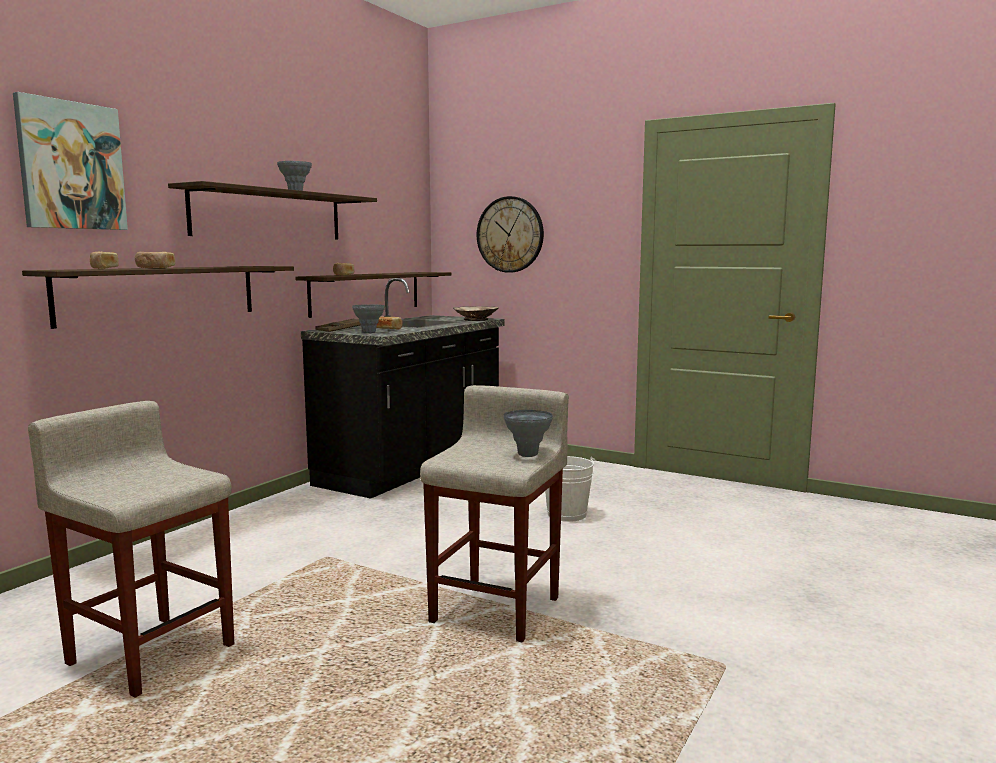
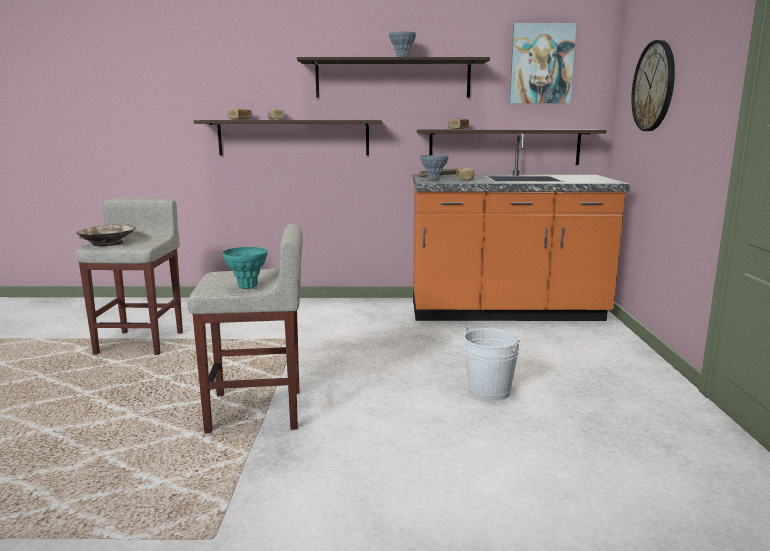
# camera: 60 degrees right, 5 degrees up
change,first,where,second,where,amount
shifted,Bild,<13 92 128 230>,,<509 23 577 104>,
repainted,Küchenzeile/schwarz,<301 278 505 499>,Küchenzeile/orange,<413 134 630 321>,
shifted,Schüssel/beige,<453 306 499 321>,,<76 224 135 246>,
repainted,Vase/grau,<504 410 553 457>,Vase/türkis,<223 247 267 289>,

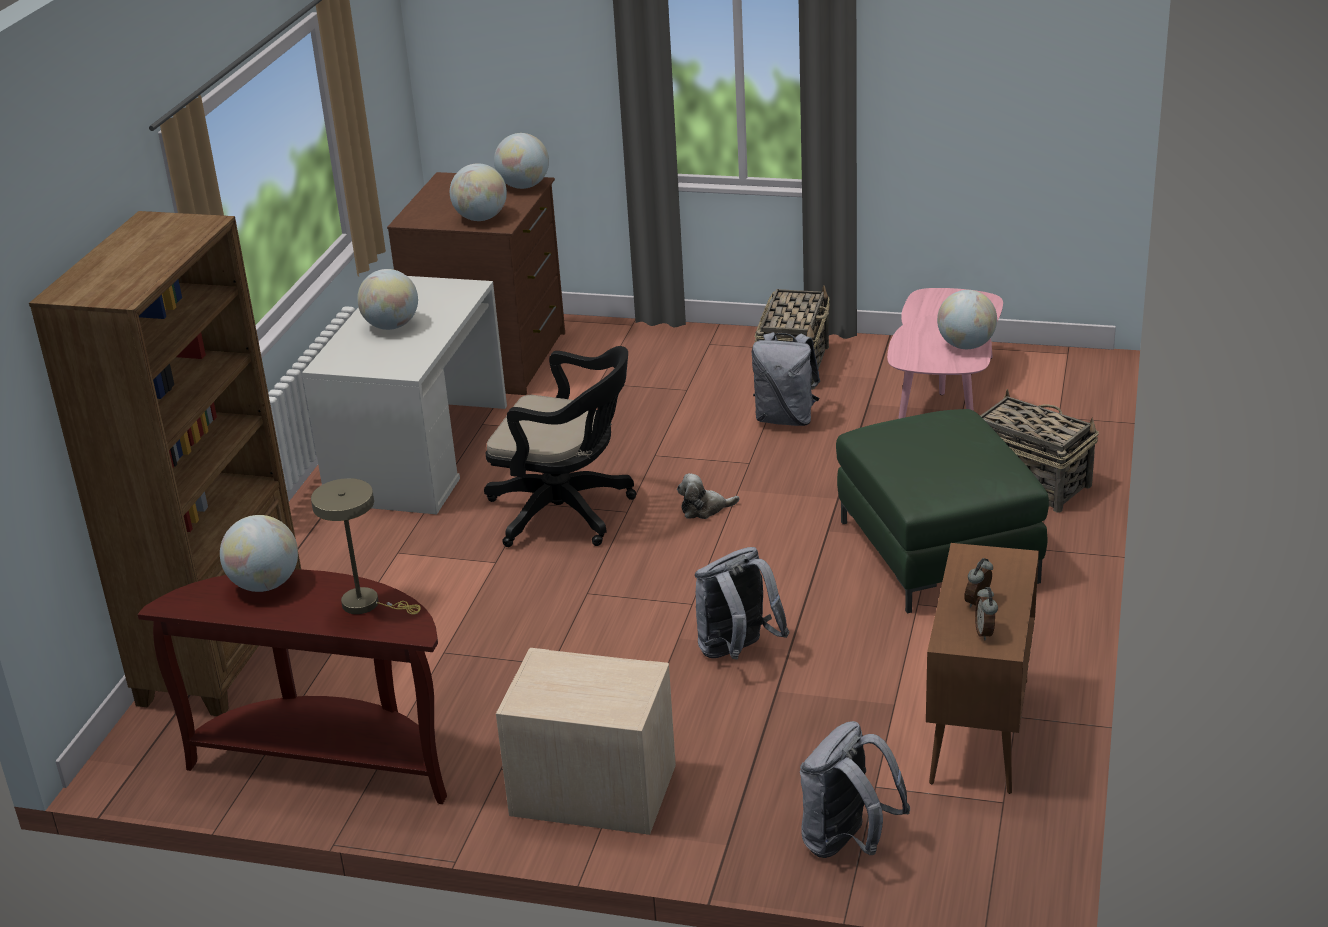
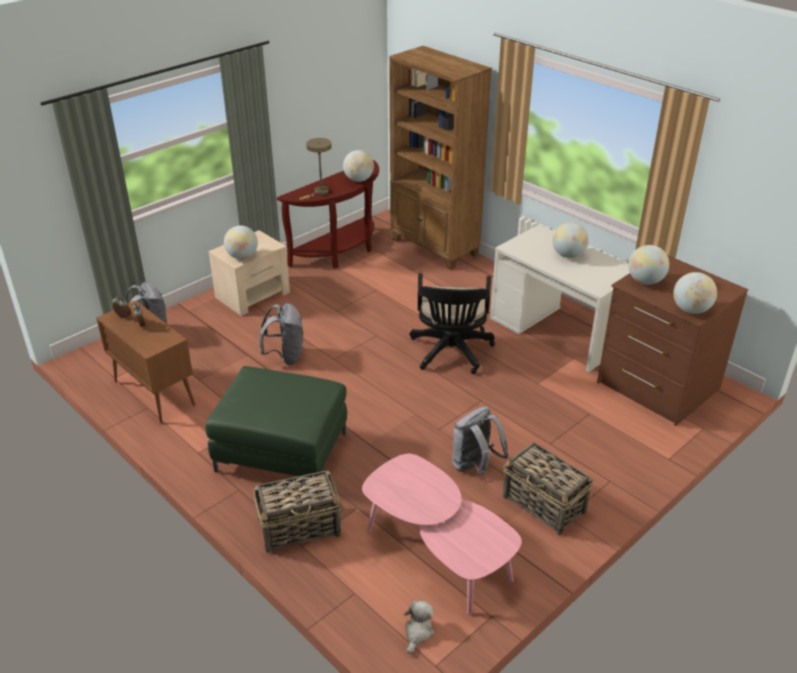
# camera: 120 degrees right, 5 degrees up
change,first,where,second,where,amount
shifted,Globus,<937 290 997 349>,,<224 226 258 259>,
rotated,Bürostuhl/schwarz,<484 346 636 547>,,<410 273 495 374>,45 degrees counterclockwise
shifted,Plüschtier,<677 473 739 519>,,<404 600 434 654>,

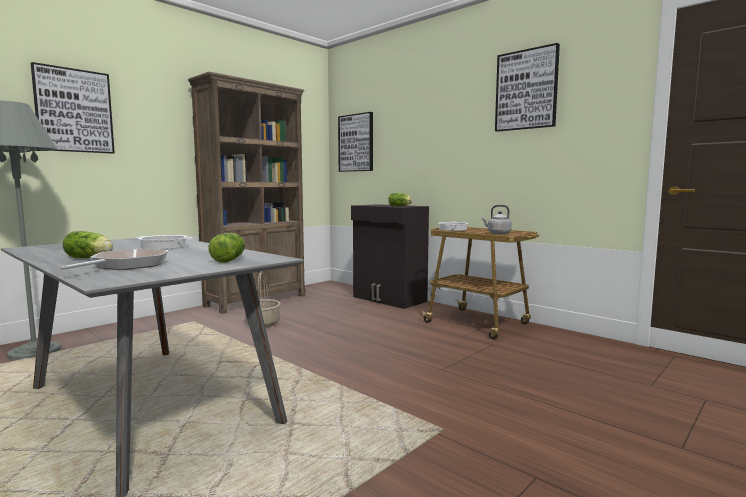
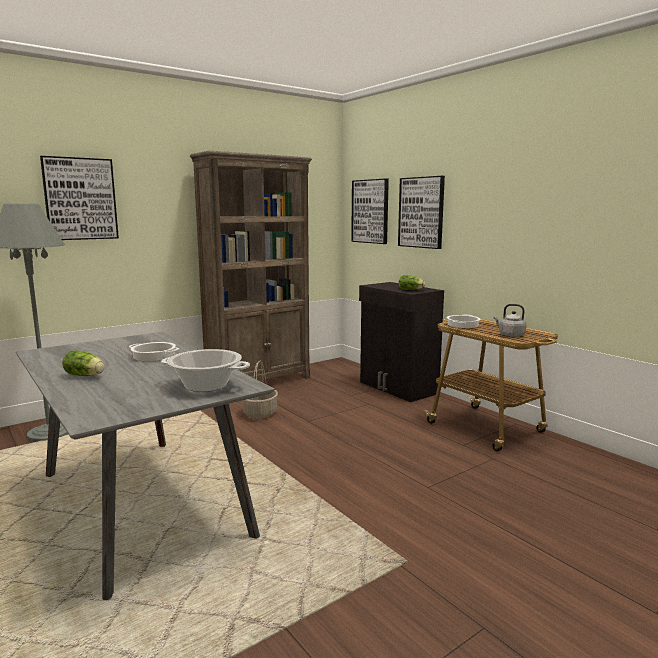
# camera: 10 degrees right, 5 degrees up
change,first,where,second,where,amount
shifted,Bild,<495 43 560 132>,,<398 176 445 249>,
swapped,Salatkopf,<208 233 245 263>,Kochtopf,<161 349 250 392>,
gone,Pfanne,<59 249 168 270>,,,

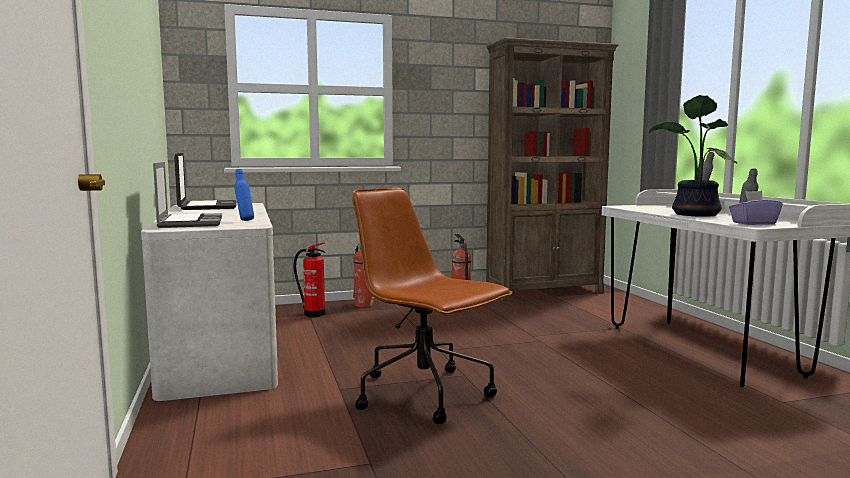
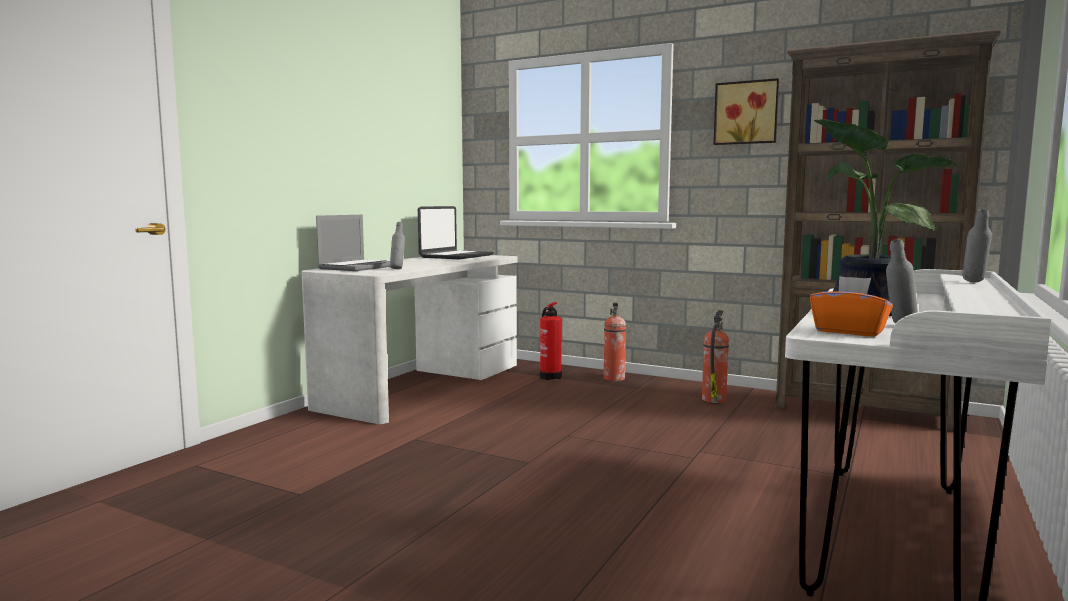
# camera: 45 degrees right, 0 degrees up
change,first,where,second,where,amount
repainted,Flasche/blau,<234 169 254 221>,Flasche/grau,<390 222 405 269>,
gone,Bürostuhl/braun,<352 188 512 424>,,,
repainted,Taschentuchbox/lila,<729 191 783 225>,Taschentuchbox/orange,<810 276 893 336>,
new,,,Bild,<713 78 779 145>,

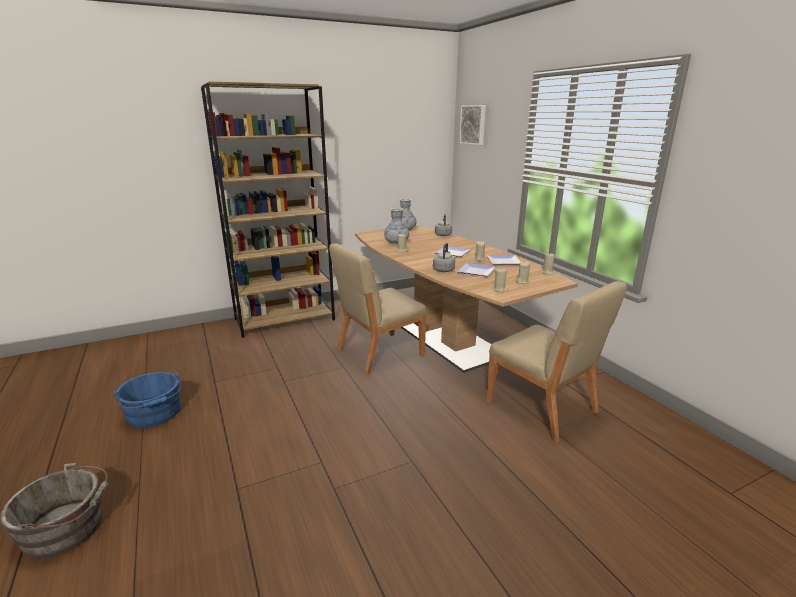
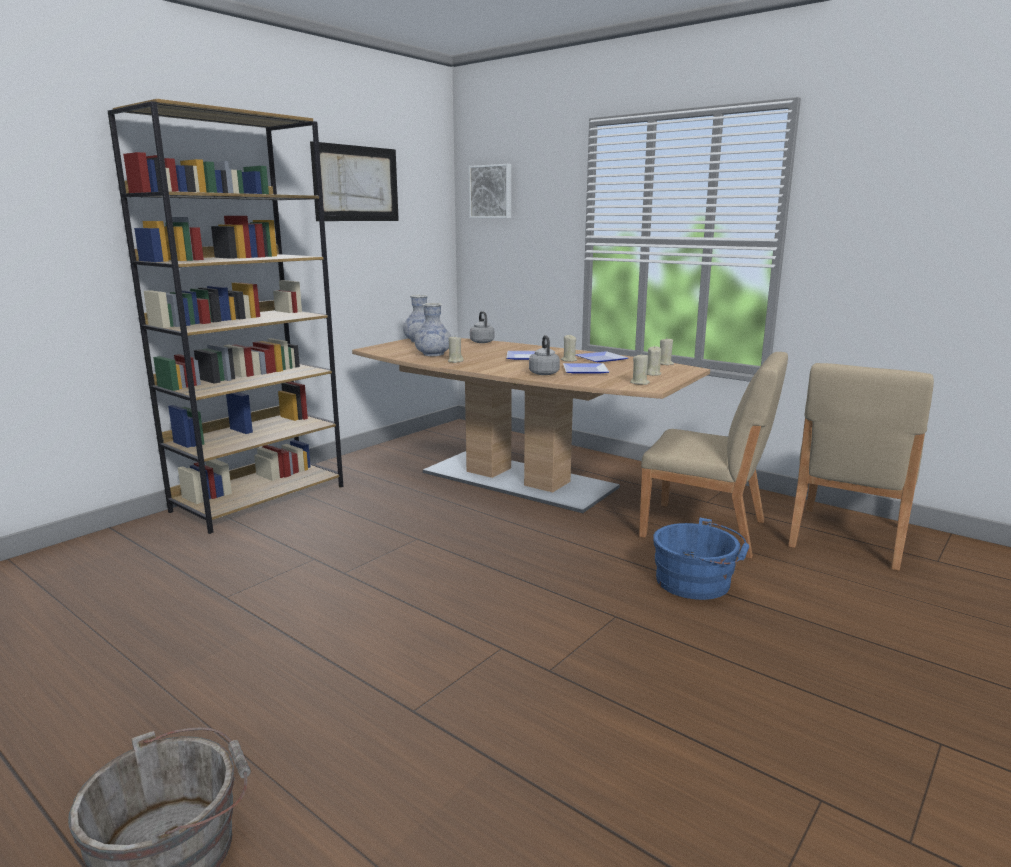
# camera: 25 degrees left, 5 degrees down
change,first,where,second,where,amount
shifted,Stuhl/beige,<329 243 427 376>,,<788 363 934 571>,
shifted,Eimer/blau,<113 372 181 428>,,<653 518 749 600>,
new,,,Bild,<310 141 399 221>,

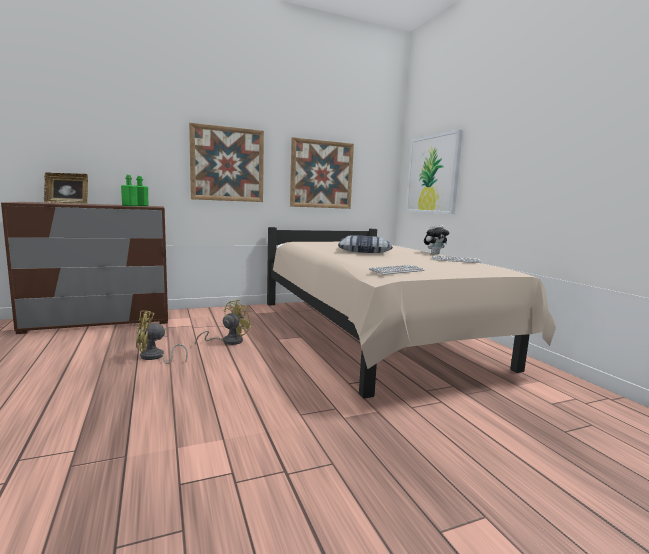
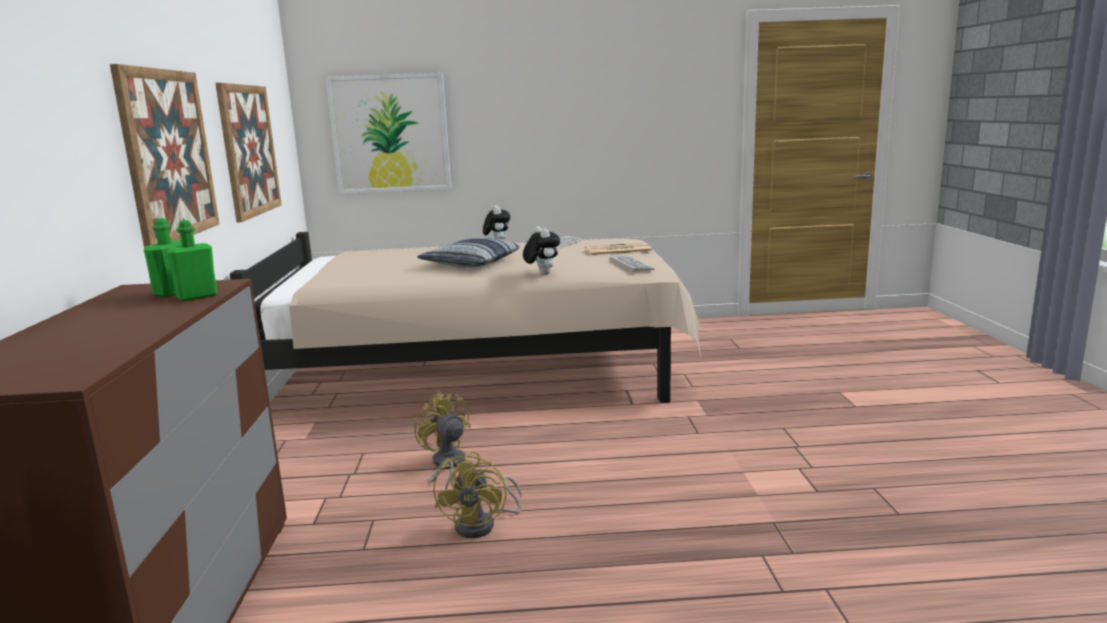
# camera: 70 degrees left, 5 degrees up
change,first,where,second,where,amount
gone,Bilderrahmen,<44 172 88 204>,,,
new,,,Plüschtier,<523 226 560 275>,
new,,,Zeitung,<585 243 653 256>,

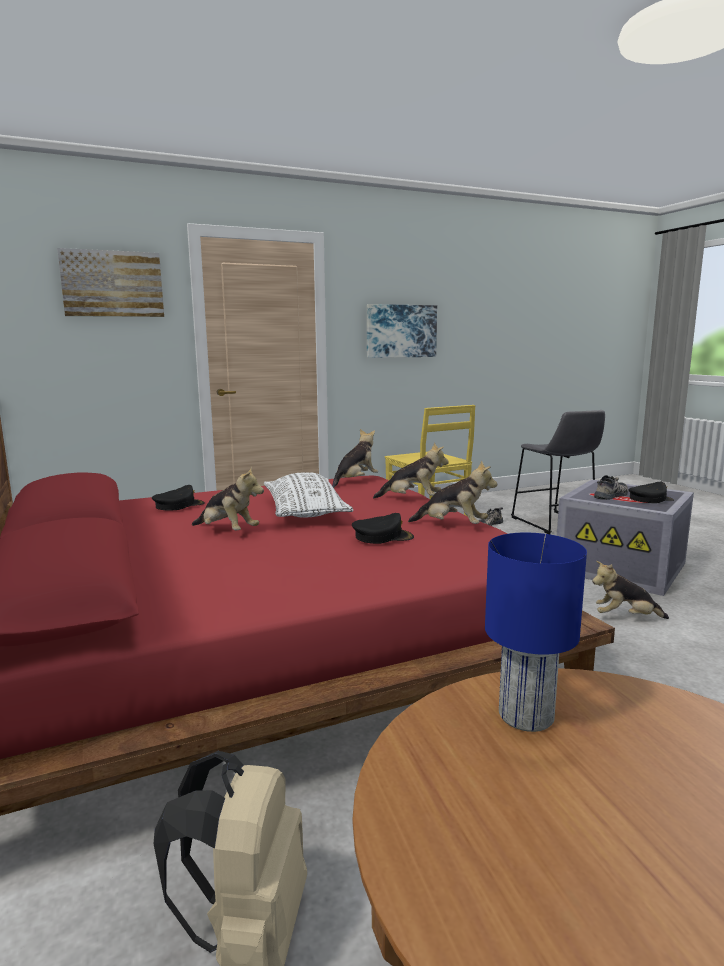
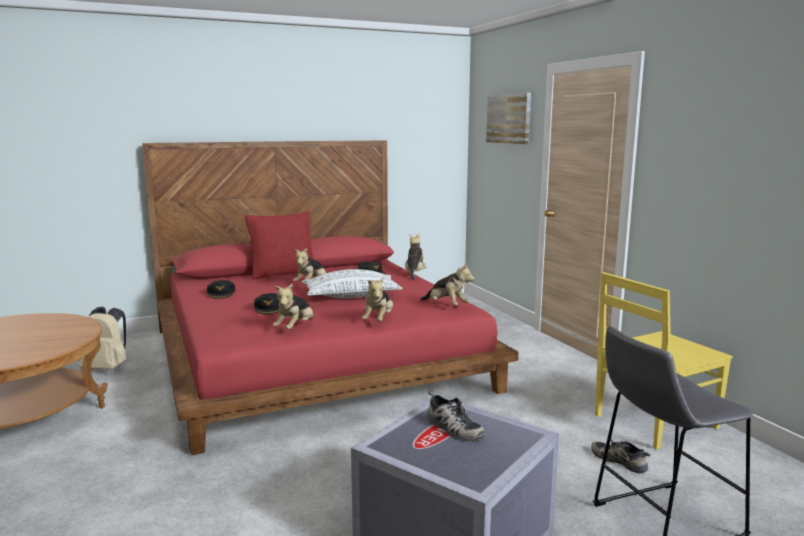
# camera: 90 degrees right, 0 degrees up
change,first,where,second,where,amount
gone,Bild,<367 304 437 358>,,,
shifted,Kappe/schwarz,<629 482 674 503>,,<207 280 235 299>,
gone,Tischlampe/blau,<485 533 587 732>,,,
shifted,Plüschtier,<592 561 669 619>,,<405 234 427 280>,
new,,,Kissen/rot,<245 211 313 280>,

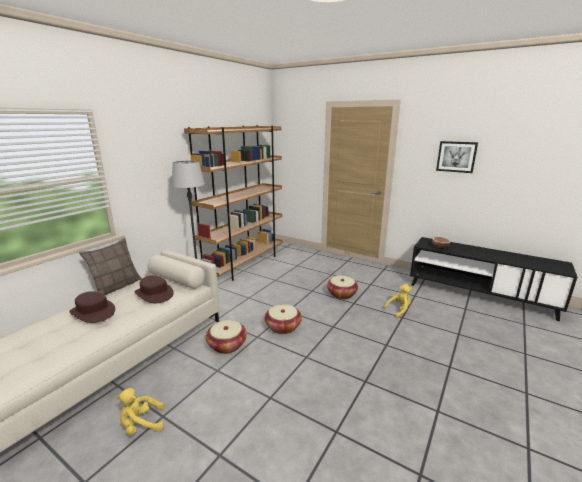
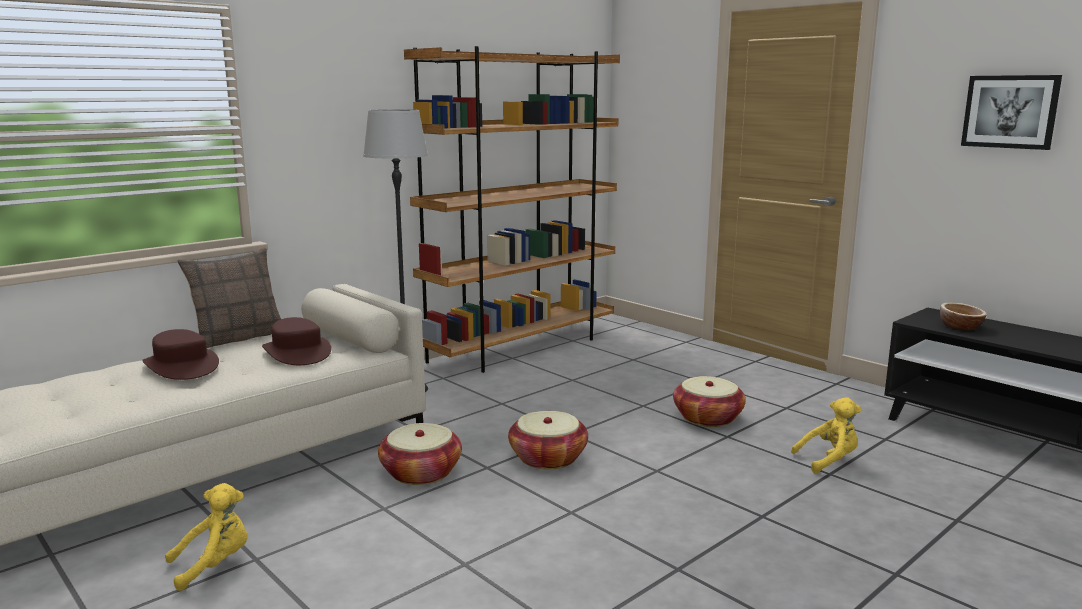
# camera: 15 degrees right, 5 degrees down
change,first,where,second,where,amount
rotated,Plüschtier/gelb,<116 388 164 435>,,<165 483 248 591>,150 degrees clockwise

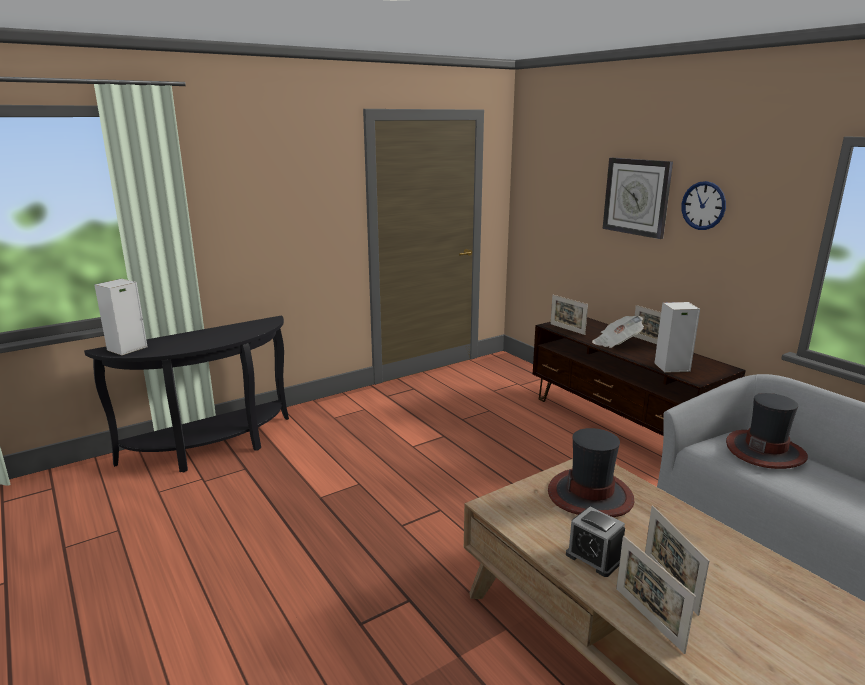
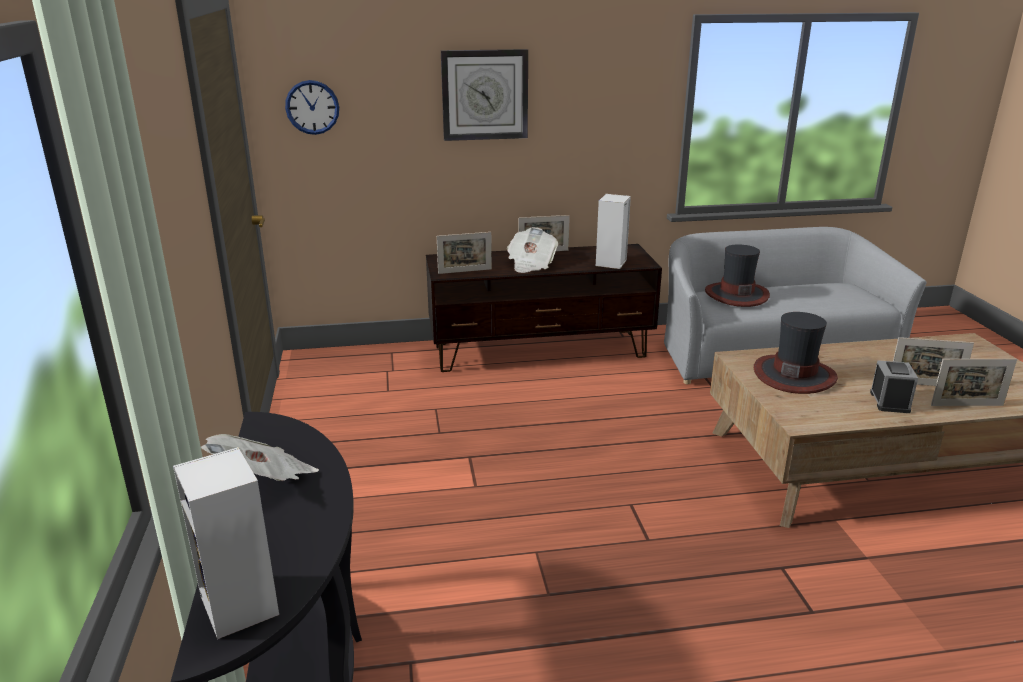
# camera: 65 degrees left, 5 degrees up
change,first,where,second,where,amount
shifted,Wanduhr,<682 181 726 230>,,<285 80 339 135>,
rotated,Wecker,<566 507 625 577>,,<870 360 918 413>,60 degrees counterclockwise
new,,,Zeitung,<201 434 319 481>,

